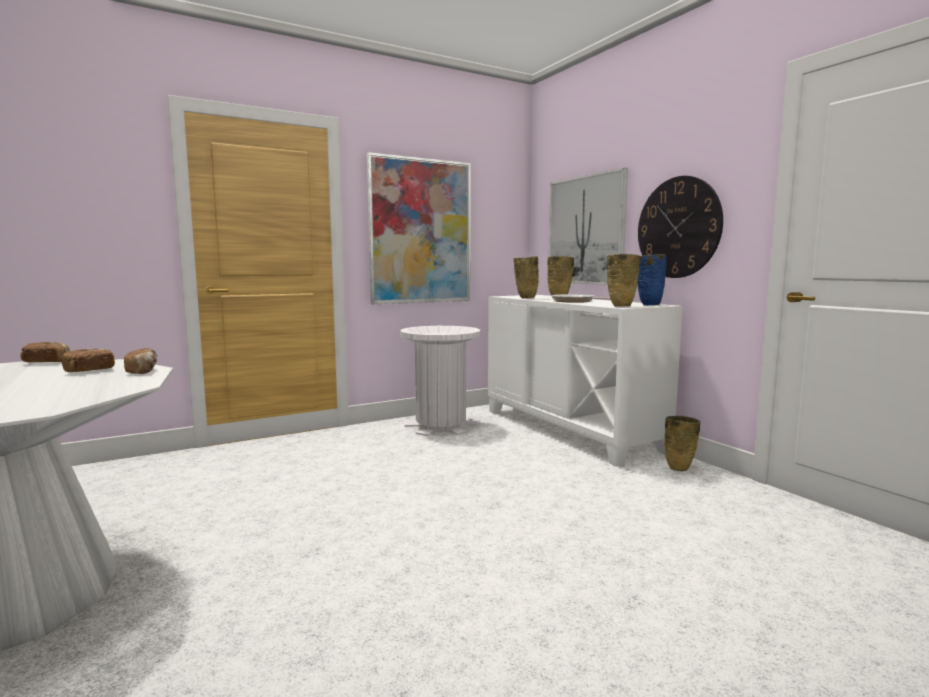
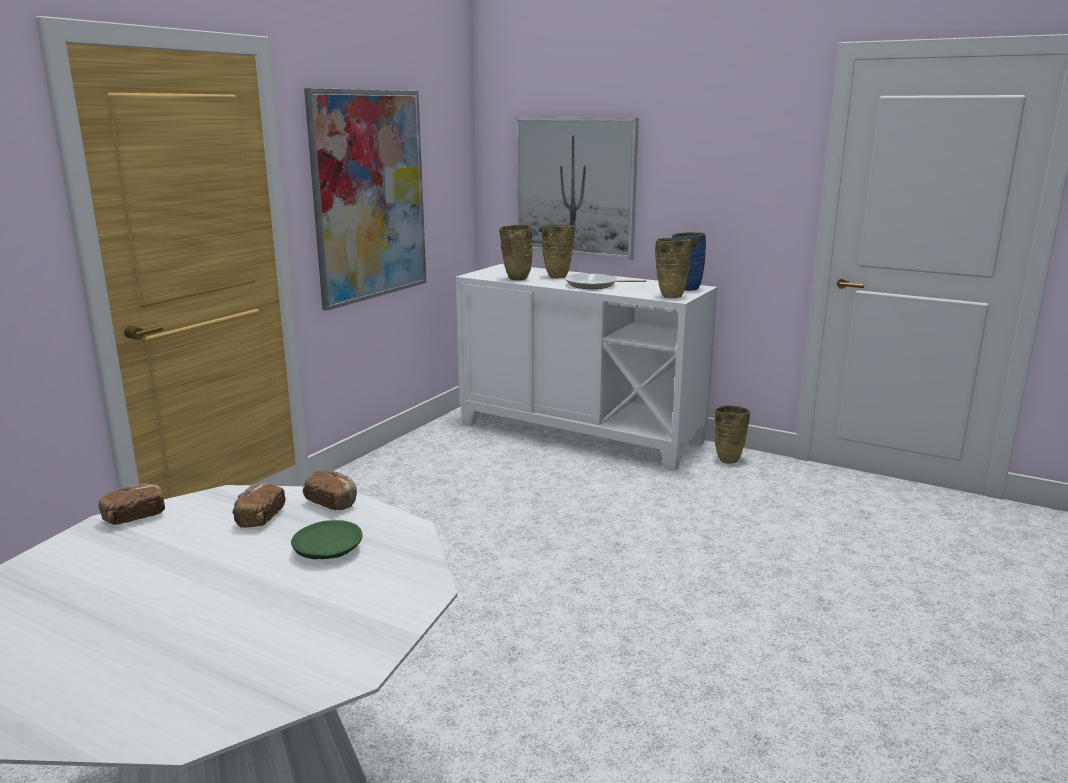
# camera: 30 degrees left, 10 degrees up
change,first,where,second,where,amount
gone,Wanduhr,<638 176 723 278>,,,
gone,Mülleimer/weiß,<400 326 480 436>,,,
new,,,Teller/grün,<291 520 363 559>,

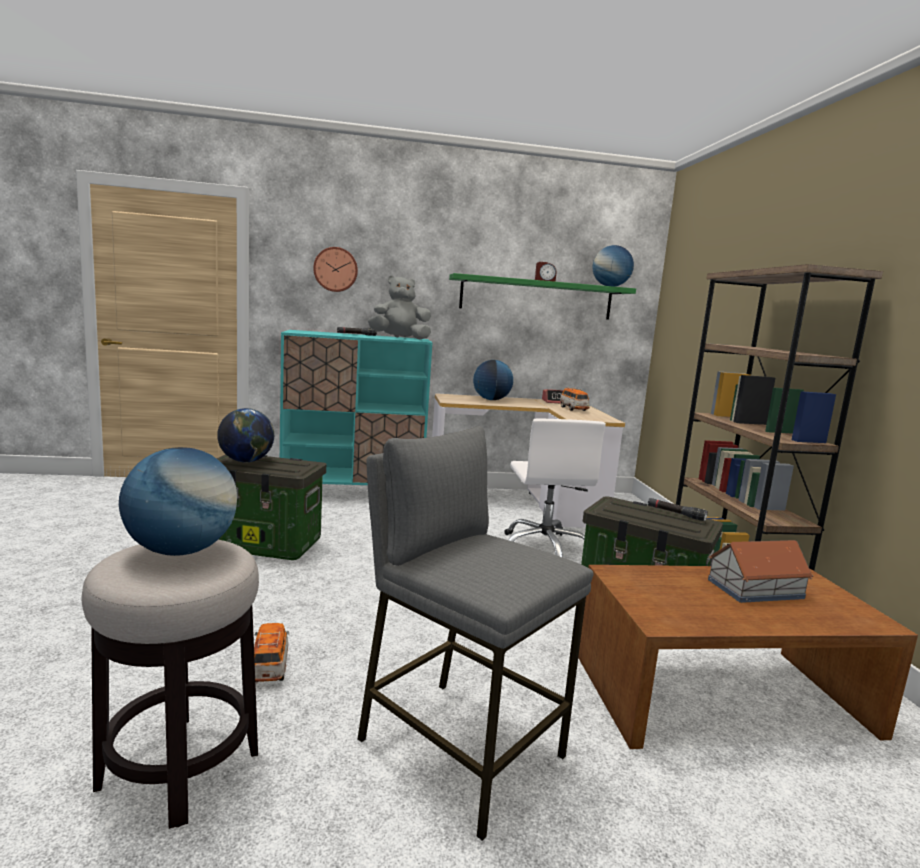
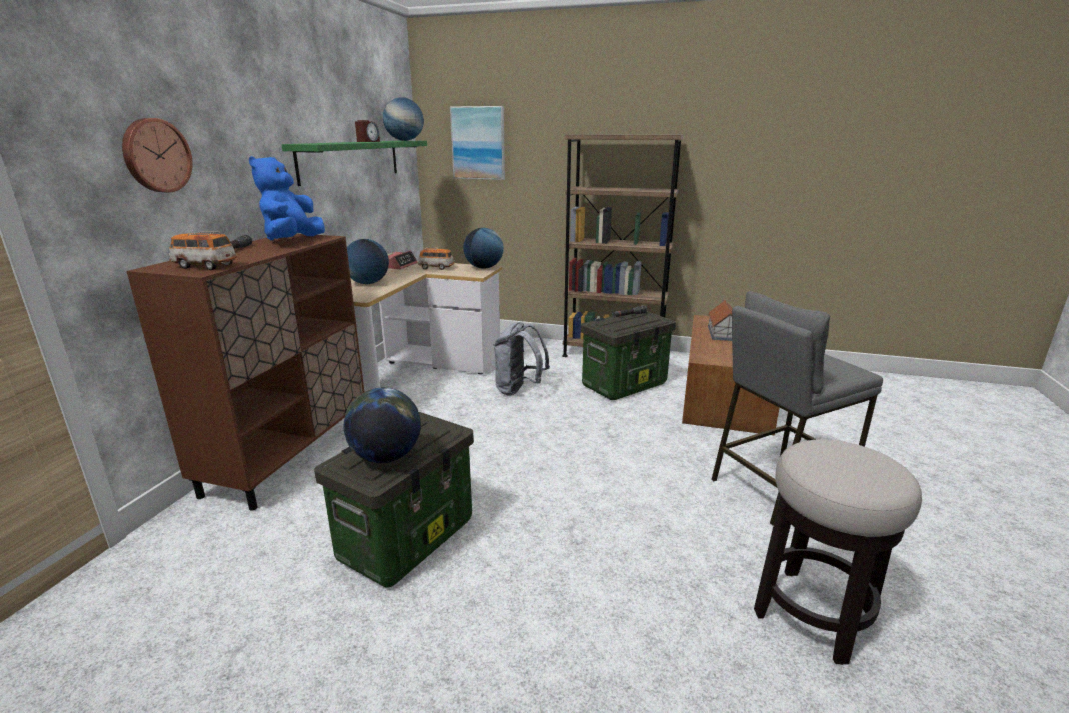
# camera: 65 degrees left, 10 degrees up
change,first,where,second,where,amount
repainted,Plüschtier/grau,<368 276 431 339>,Plüschtier/blau,<249 156 325 240>,
repainted,Schrank/türkis,<280 330 433 485>,Schrank/braun,<126 234 364 511>,
swapped,Bürostuhl/weiß,<505 419 606 558>,Rucksack/grau,<493 322 550 395>,
shifted,Globus,<119 447 237 556>,,<463 228 504 269>,
shifted,Spielzeugauto,<254 623 289 684>,,<169 231 237 270>,
new,,,Bild,<450 106 505 180>,

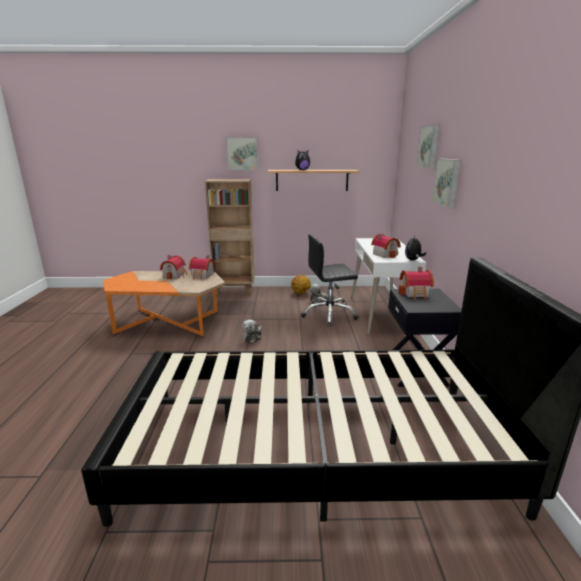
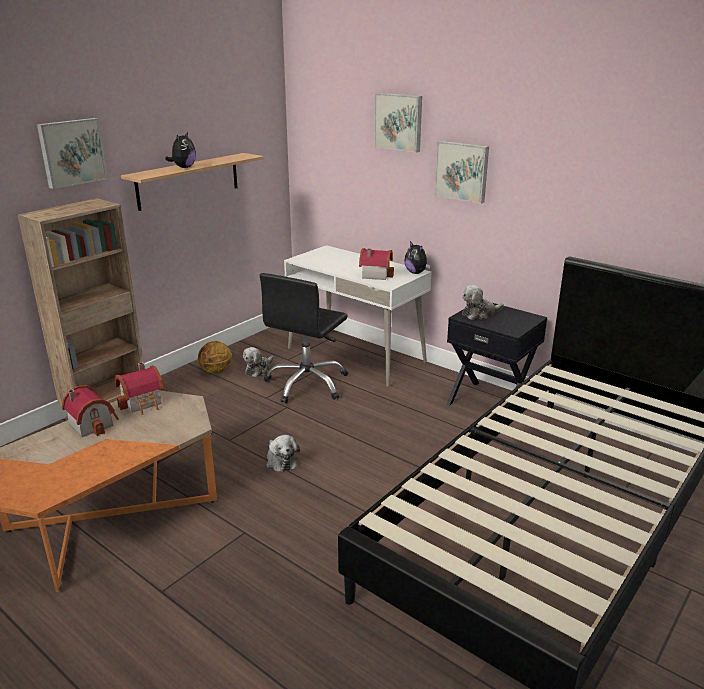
# camera: 50 degrees left, 5 degrees up
change,first,where,second,where,amount
swapped,Spielzeughaus,<399 266 433 299>,Plüschtier,<462 285 504 320>,

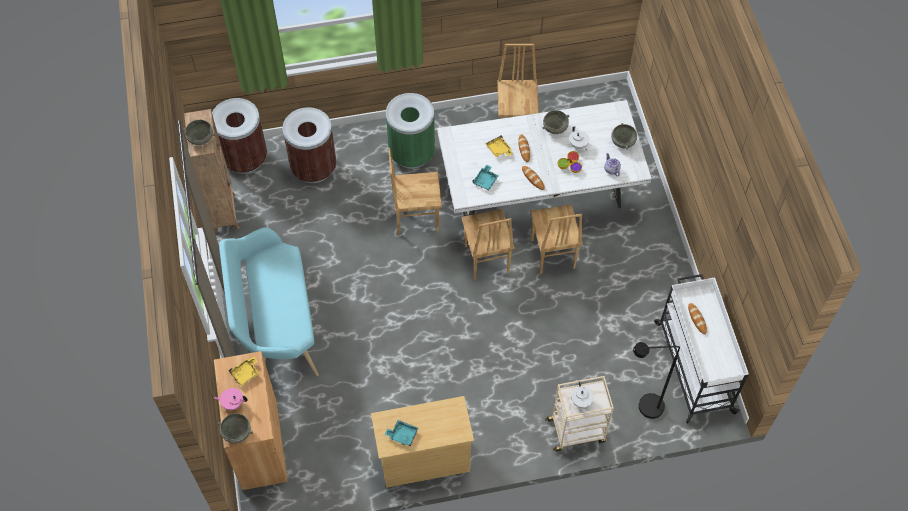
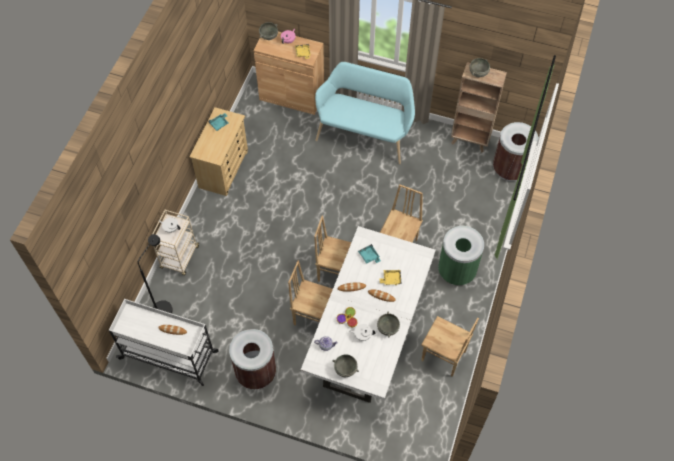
# camera: 120 degrees right, 0 degrees up
change,first,where,second,where,amount
shifted,Mülleimer/braun,<283 107 336 183>,,<229 329 276 390>,

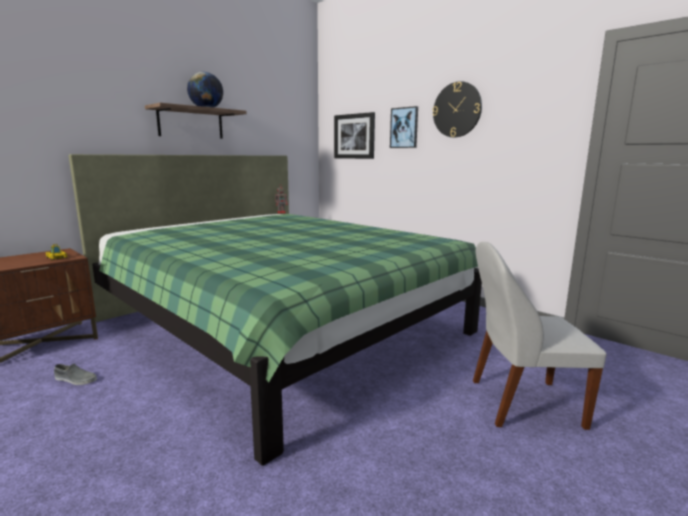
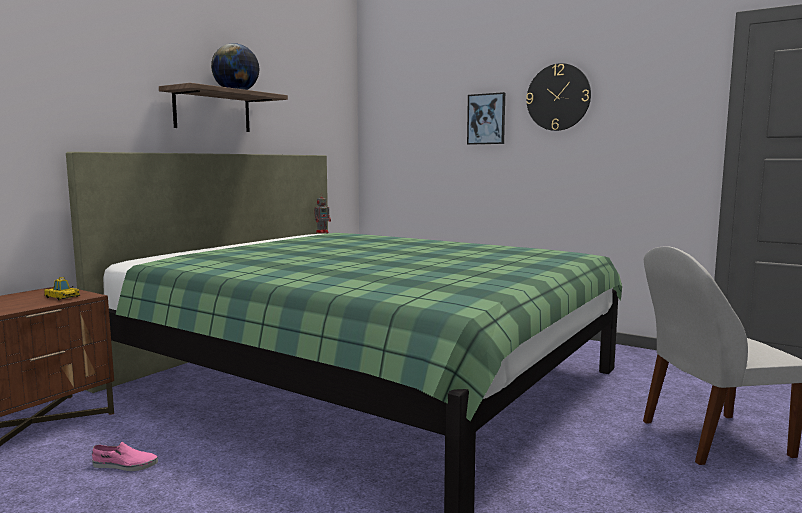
# camera: 10 degrees left, 5 degrees down
change,first,where,second,where,amount
gone,Bild,<334 112 375 159>,,,
repainted,Schuh/grau,<54 364 97 385>,Schuh/rosa,<92 442 158 471>,

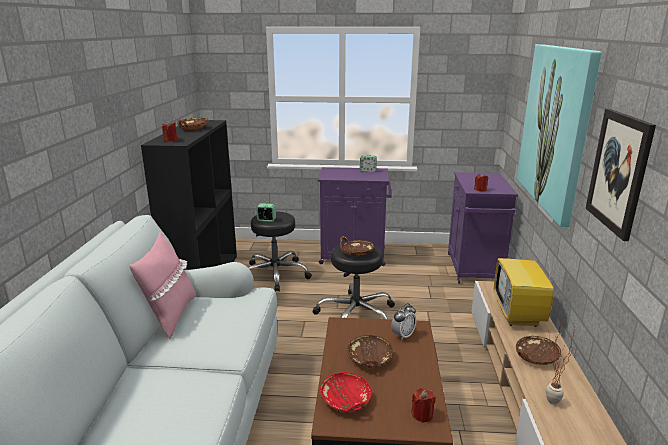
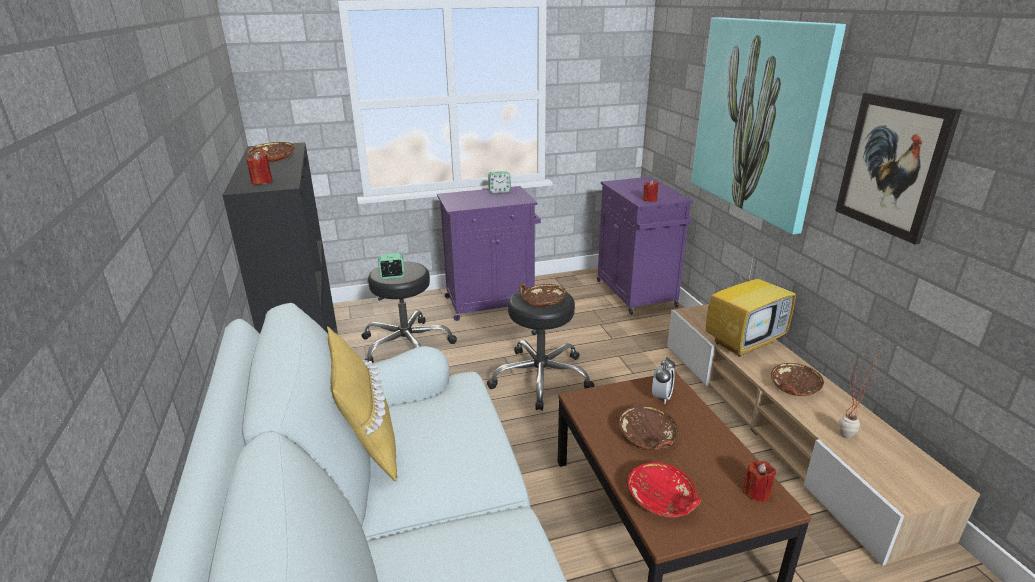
# camera: 20 degrees left, 5 degrees up
change,first,where,second,where,amount
repainted,Kissen/rosa,<129 232 196 340>,Kissen/gelb,<327 326 397 482>,
rotated,Fernseher,<494 250 559 327>,,<706 248 796 357>,105 degrees counterclockwise

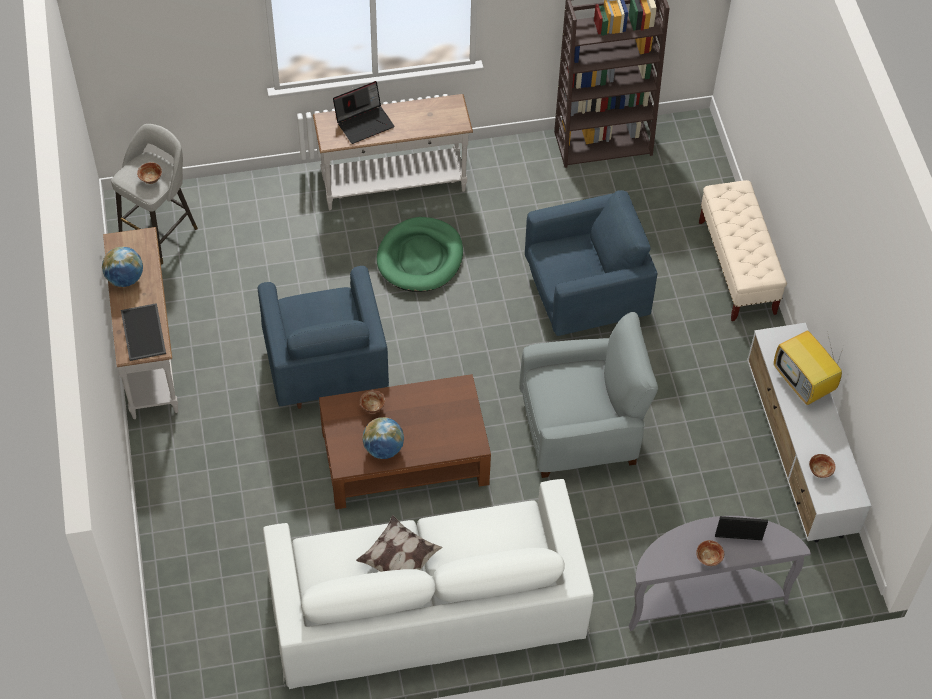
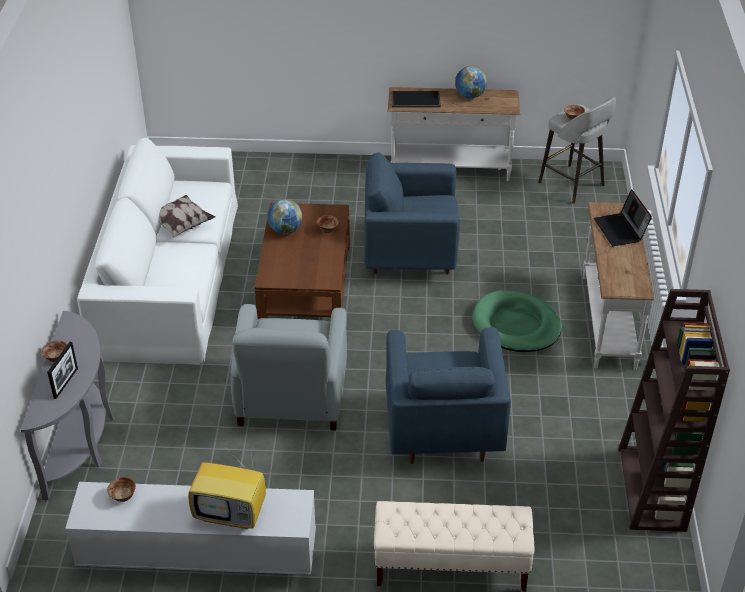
# camera: 105 degrees right, 15 degrees down
change,first,where,second,where,amount
rotated,Fernseher,<774 327 842 405>,,<188 446 266 529>,150 degrees counterclockwise

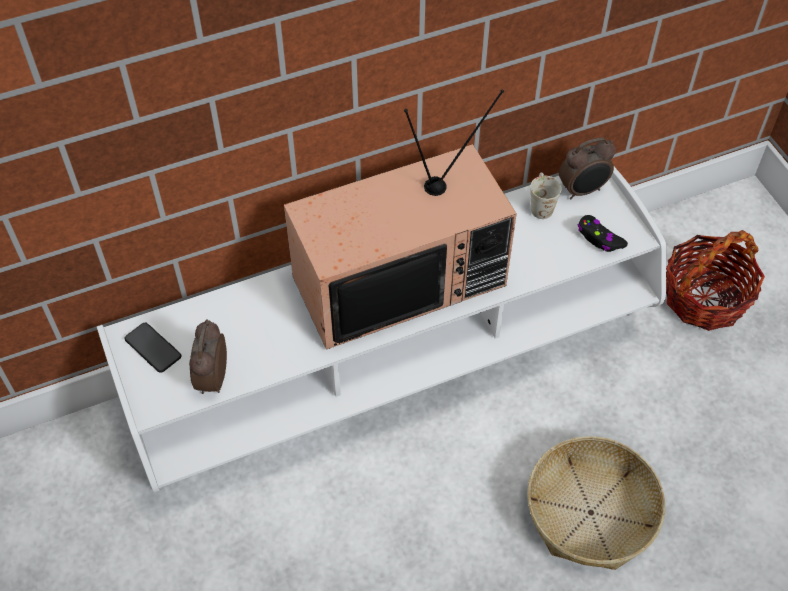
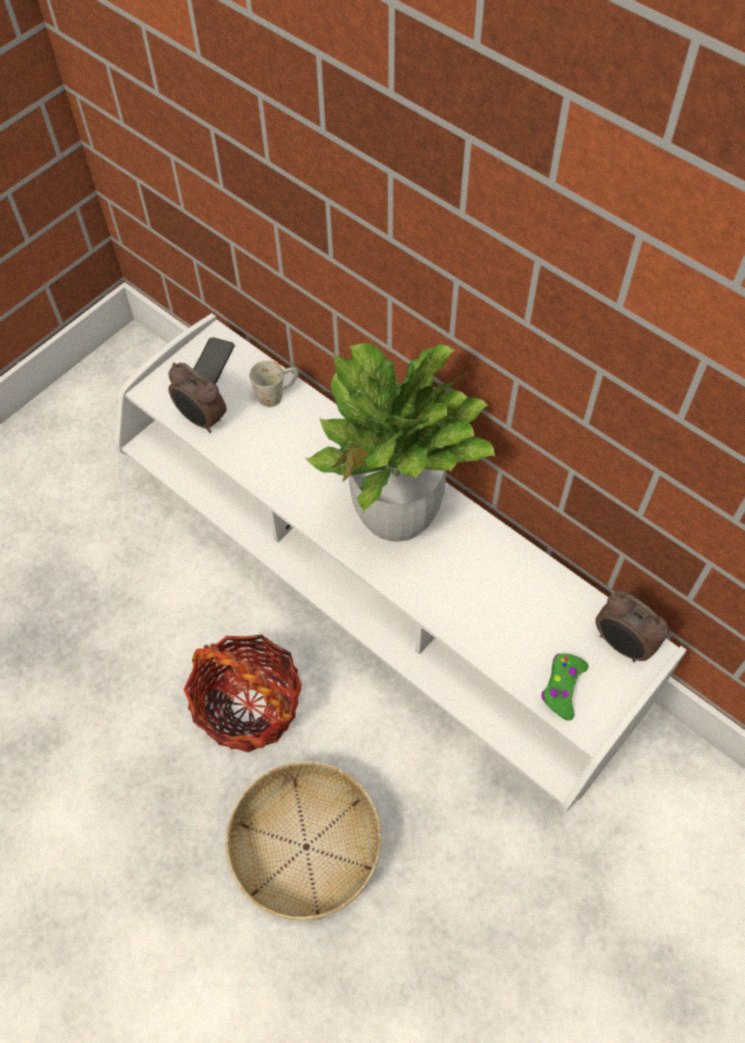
# camera: 65 degrees right, 5 degrees up
change,first,where,second,where,amount
swapped,Fernseher,<284 90 517 350>,Topfpflanze,<304 343 495 542>,
shifted,Henkelbecher/weiß,<530 172 562 219>,,<249 360 298 407>,
repainted,Gamepad/schwarz,<578 215 628 252>,Gamepad/grün,<542 653 588 721>,
shifted,Korb,<666 230 765 331>,,<184 635 302 753>,
rotated,Wecker,<189 319 227 394>,,<168 363 227 433>,120 degrees counterclockwise

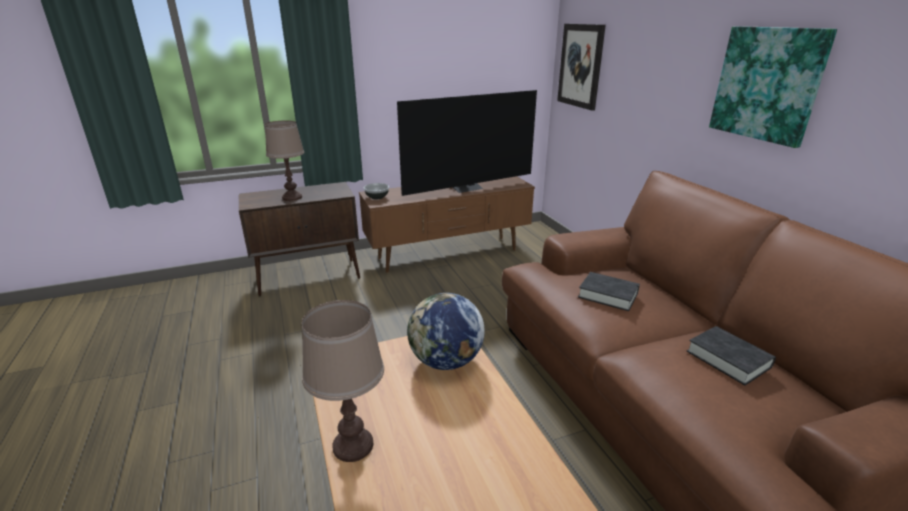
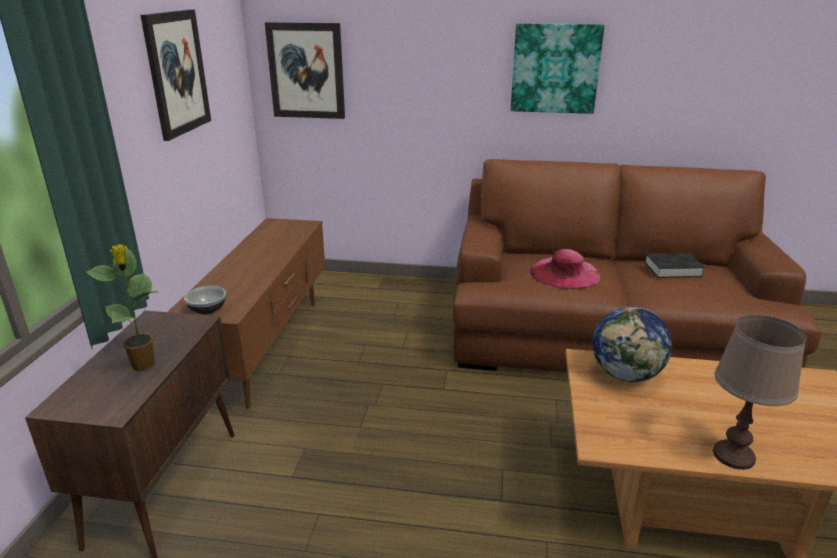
# camera: 60 degrees left, 0 degrees up
change,first,where,second,where,amount
gone,Fernseher,<397 90 537 196>,,,
swapped,Tischlampe/braun,<265 120 304 201>,Topfpflanze,<87 244 158 371>,
swapped,Buch/schwarz,<578 272 640 311>,Hut/rosa,<531 249 600 289>,
new,,,Bild,<140 9 211 141>,

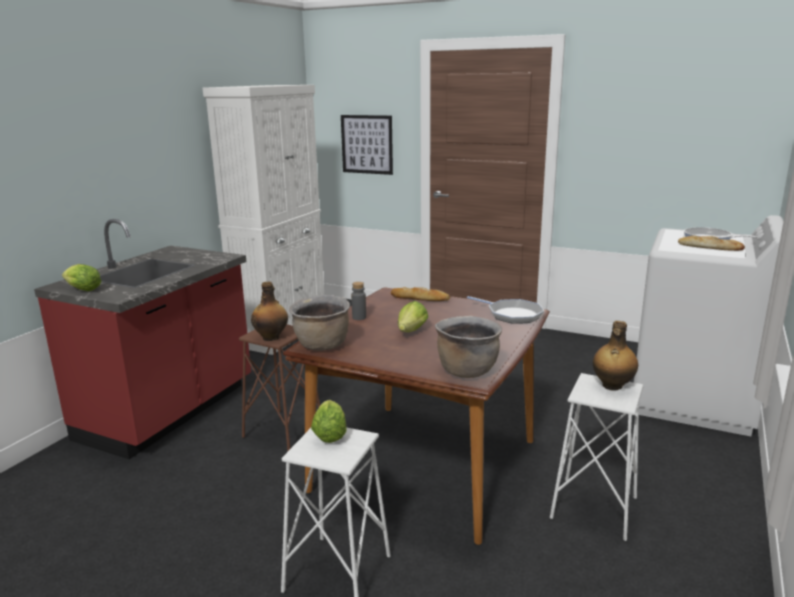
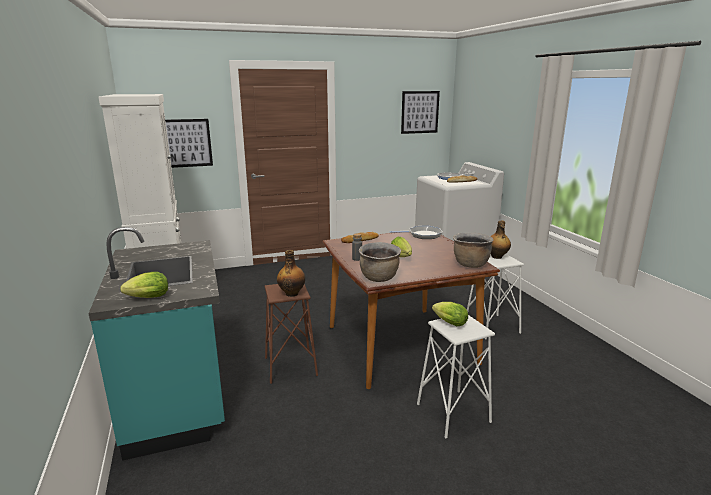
# camera: 45 degrees left, 0 degrees up
change,first,where,second,where,amount
repainted,Küchenzeile/rot,<34 219 251 459>,Küchenzeile/türkis,<88 227 225 461>,
new,,,Bild,<401 91 440 134>,

